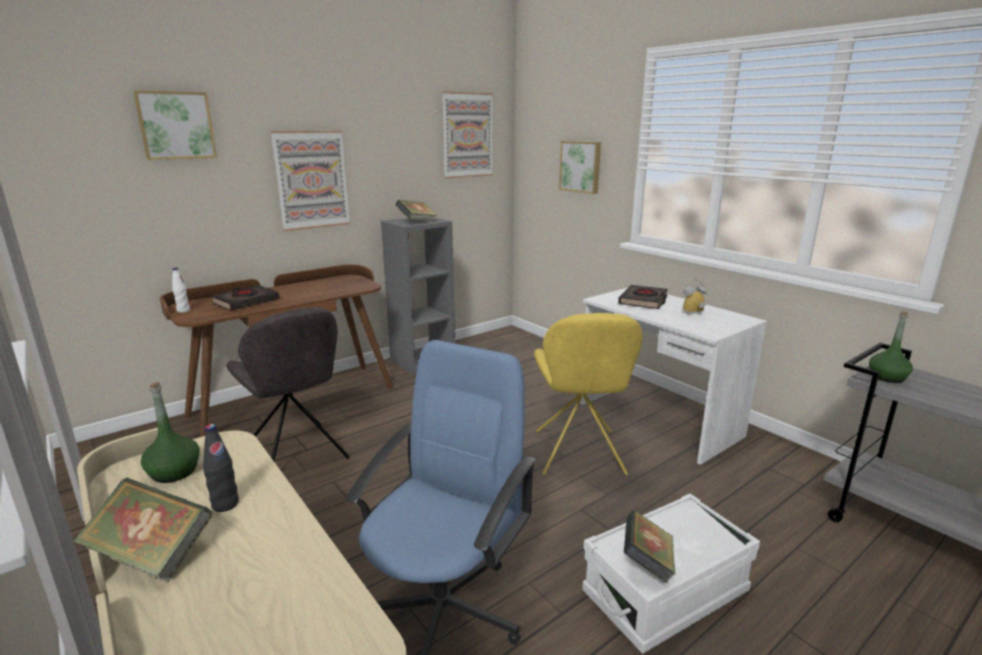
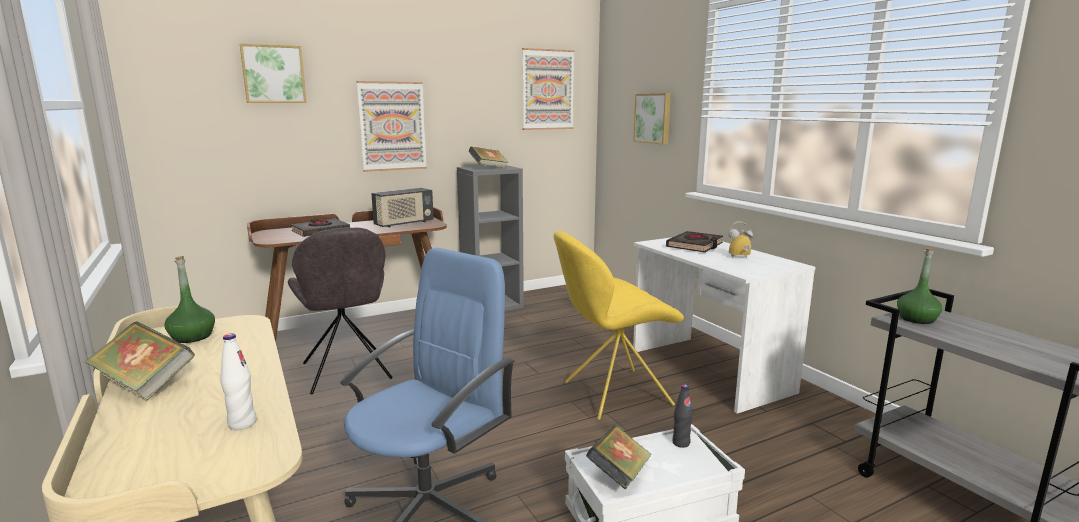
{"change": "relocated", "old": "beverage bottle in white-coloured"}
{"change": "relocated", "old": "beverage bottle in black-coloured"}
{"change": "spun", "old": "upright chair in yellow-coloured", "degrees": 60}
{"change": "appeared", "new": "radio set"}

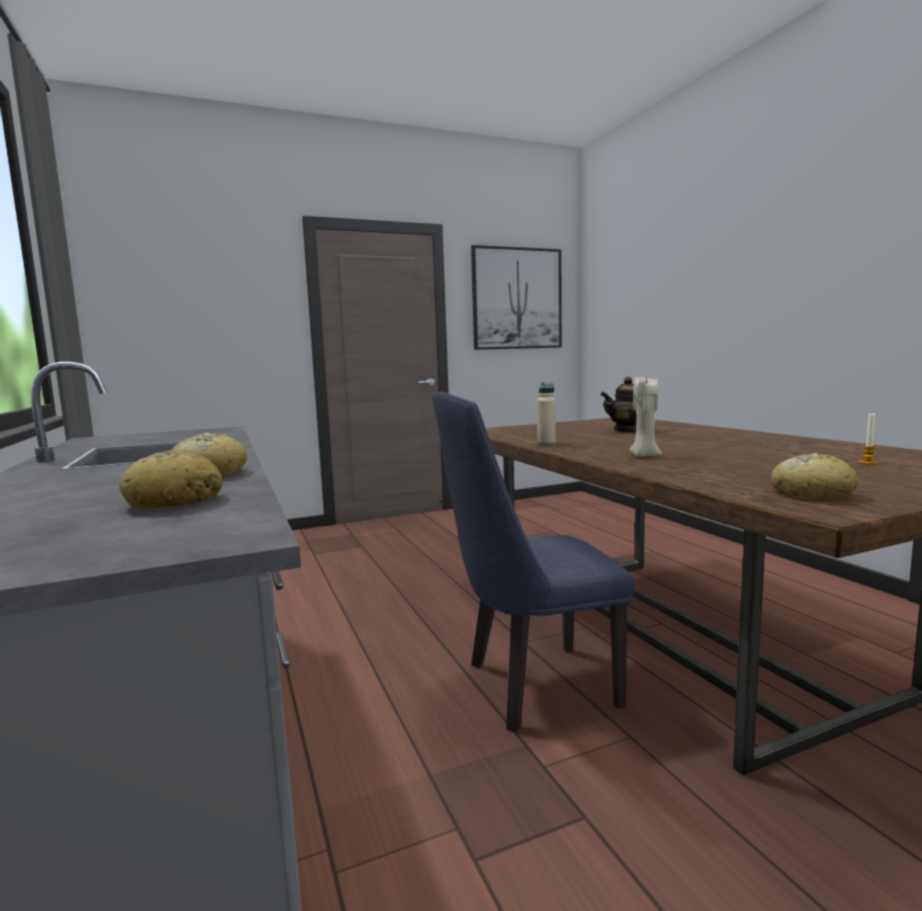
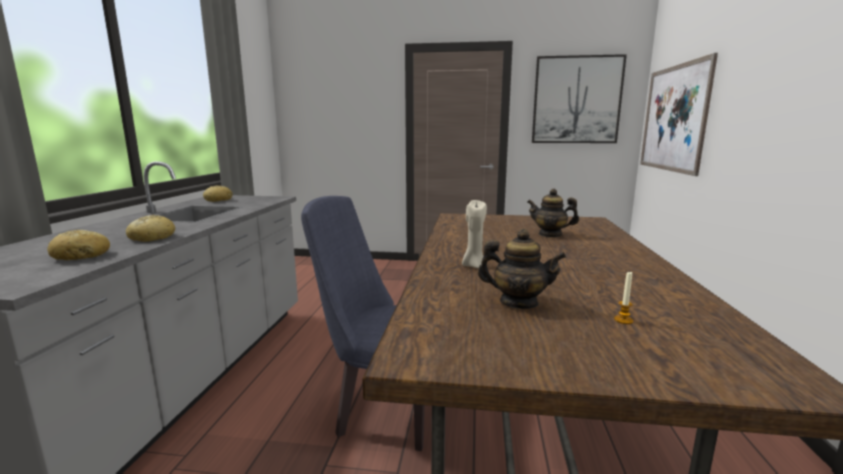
{"change": "missing", "old": "beverage bottle in beige-coloured"}
{"change": "relocated", "old": "baked bread (no. 3 from left)"}
{"change": "appeared", "new": "tea pot (no. 1 from left)"}
{"change": "appeared", "new": "wall art (no. 2 from left)"}

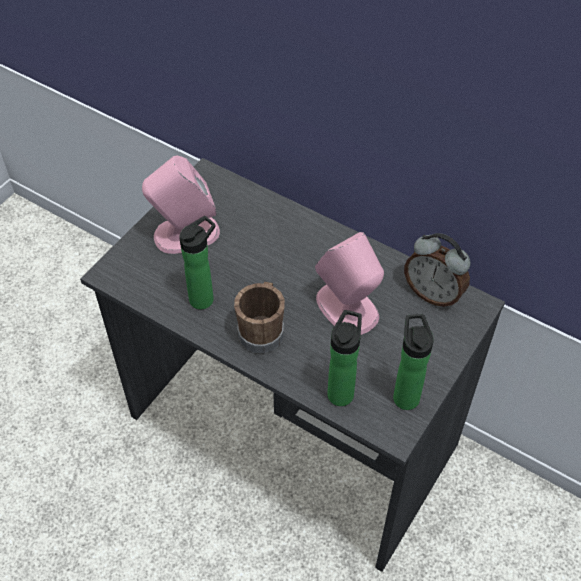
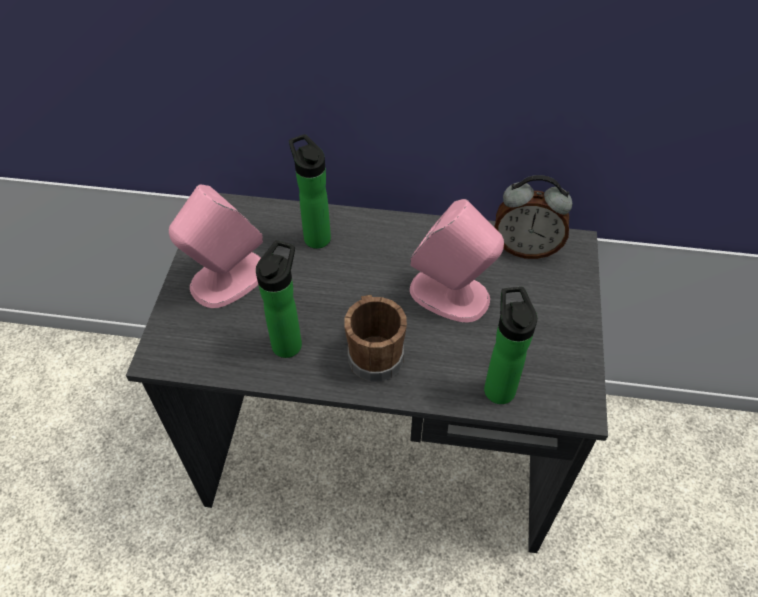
{"change": "relocated", "old": "beverage bottle (no. 3 from left in the first image)", "new": "beverage bottle (no. 2 from left)"}

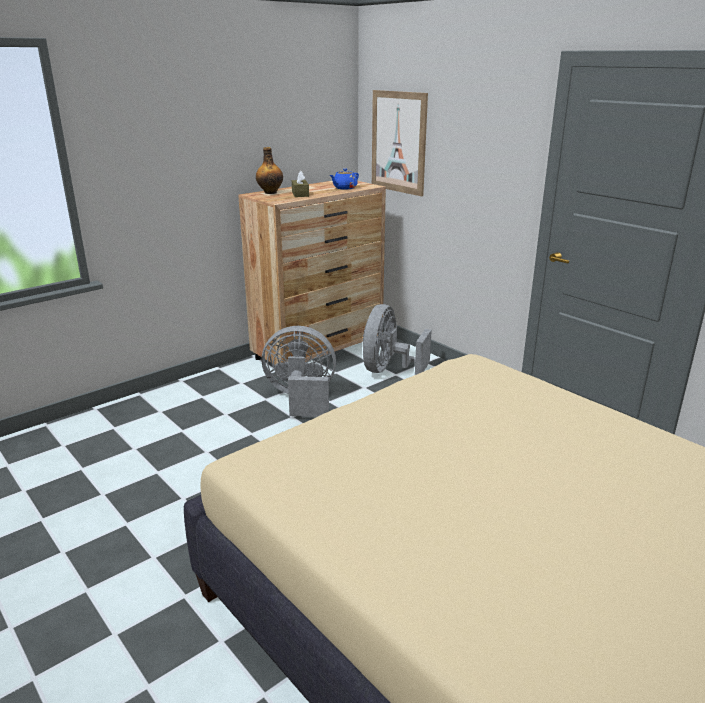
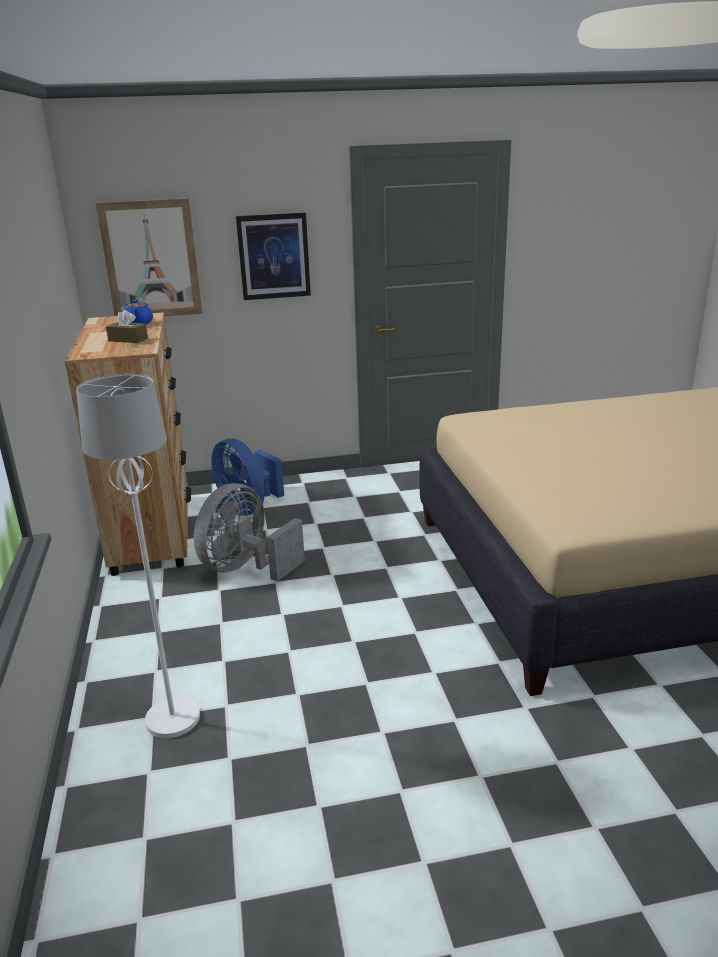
{"change": "missing", "old": "beverage bottle"}
{"change": "colour", "old": "fan in gray (no. 2 from left)", "new": "fan in blue-coloured"}
{"change": "appeared", "new": "standing lamp in white-coloured"}
{"change": "appeared", "new": "wall art (no. 2 from left)"}

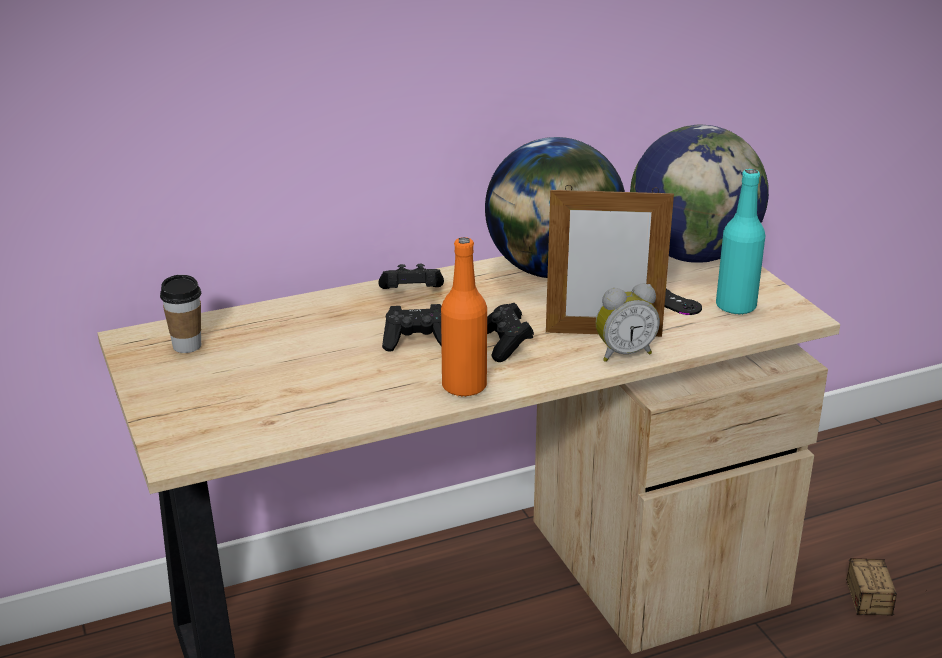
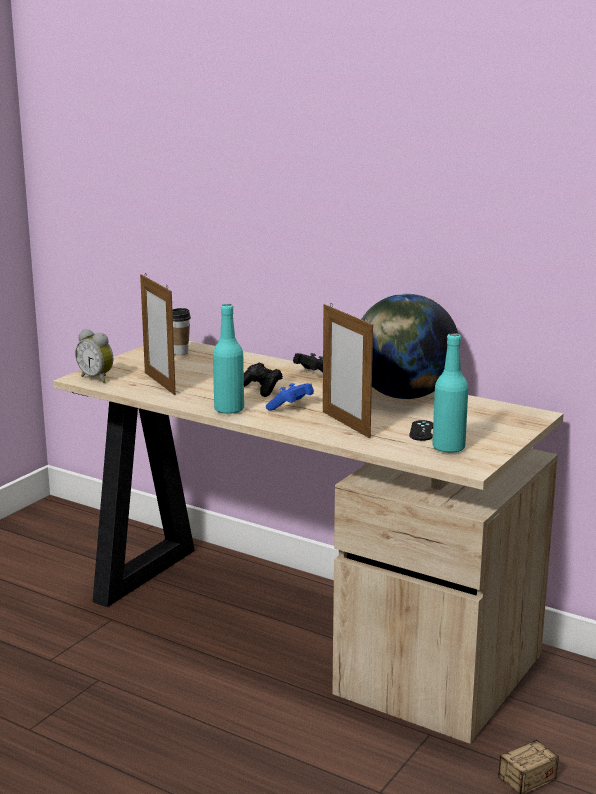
{"change": "colour", "old": "beverage bottle in orangey", "new": "beverage bottle in turquoise-coloured (no. 1 from left)"}
{"change": "colour", "old": "game controller in black-coloured (no. 3 from left)", "new": "game controller in blue-coloured"}
{"change": "relocated", "old": "alarm clock"}
{"change": "missing", "old": "globe (no. 2 from left)"}
{"change": "appeared", "new": "picture frame (no. 1 from left)"}

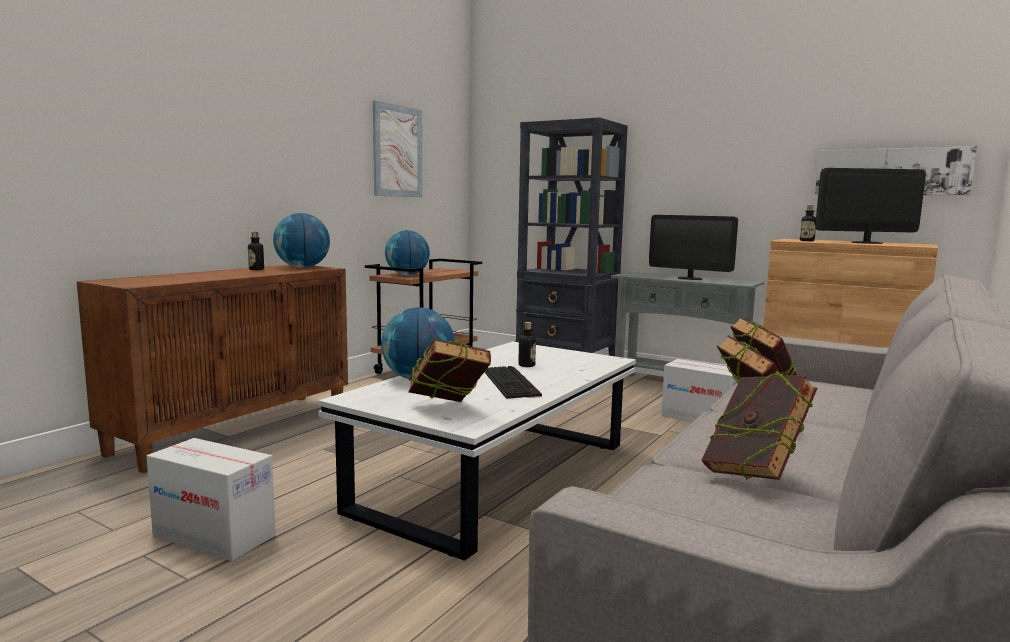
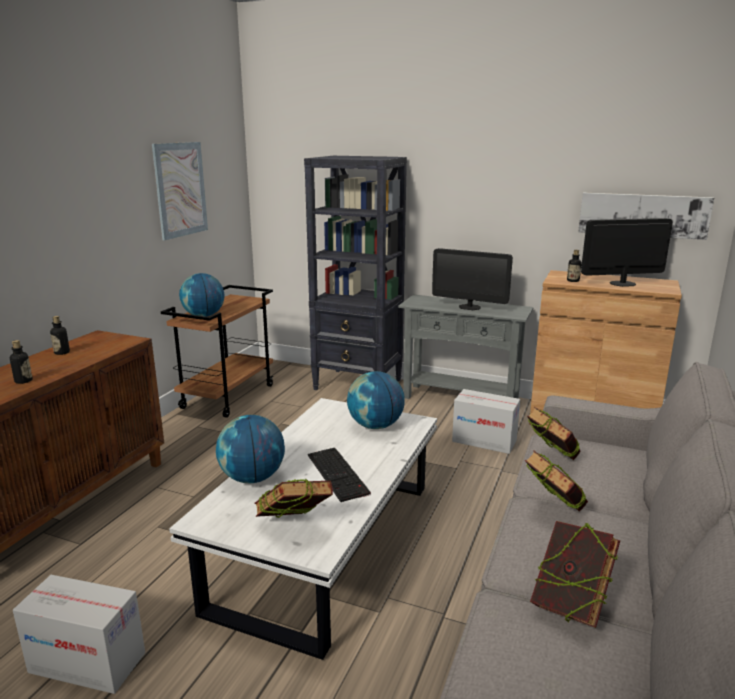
{"change": "relocated", "old": "globe (no. 1 from left in the first image)", "new": "globe (no. 3 from left)"}
{"change": "relocated", "old": "beverage bottle (no. 2 from left in the first image)", "new": "beverage bottle (no. 1 from left)"}

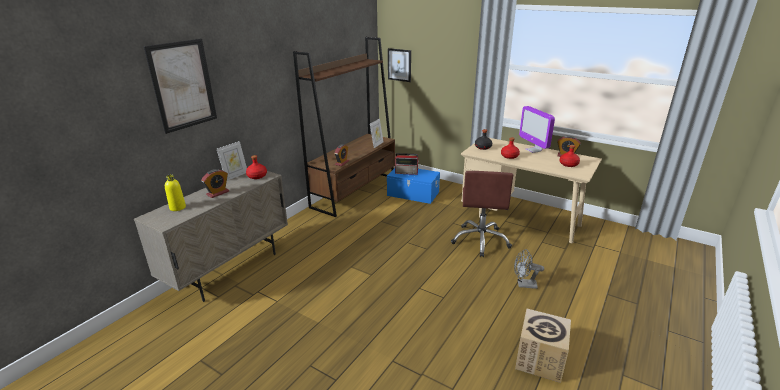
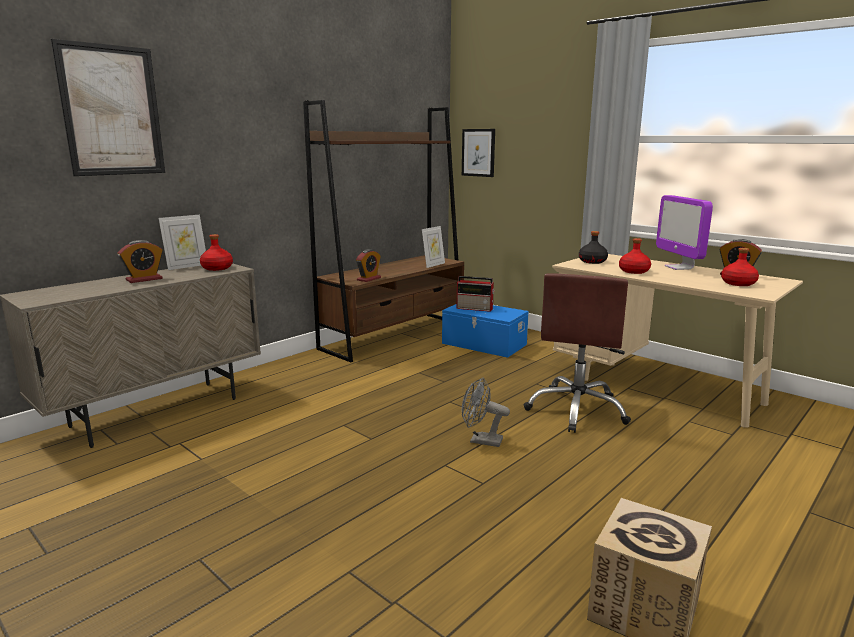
{"change": "missing", "old": "beverage bottle in yellow-coloured"}
{"change": "relocated", "old": "fan in gray"}

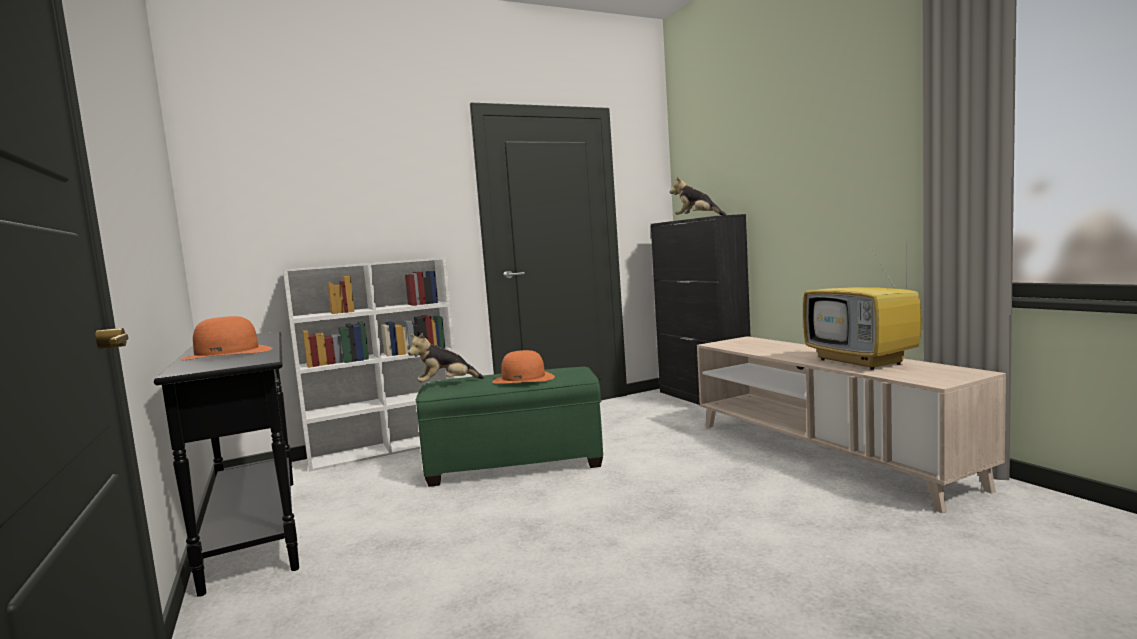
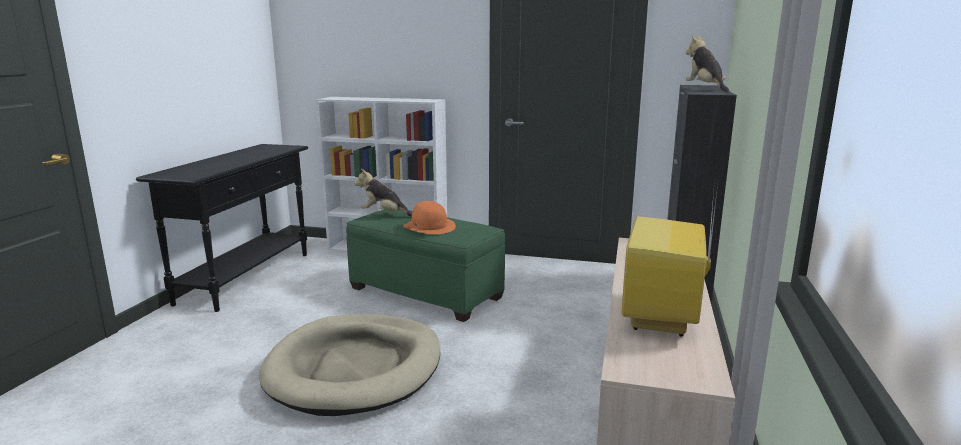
{"change": "missing", "old": "hat in orangey (no. 1 from left)"}
{"change": "appeared", "new": "pet bed in beige-coloured"}

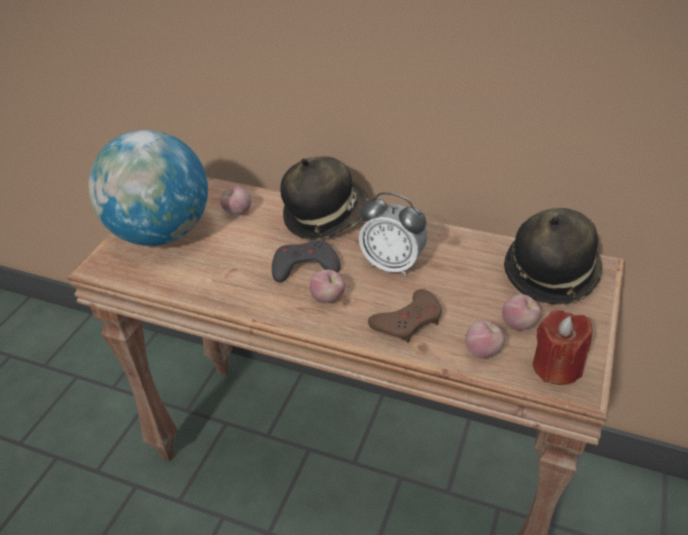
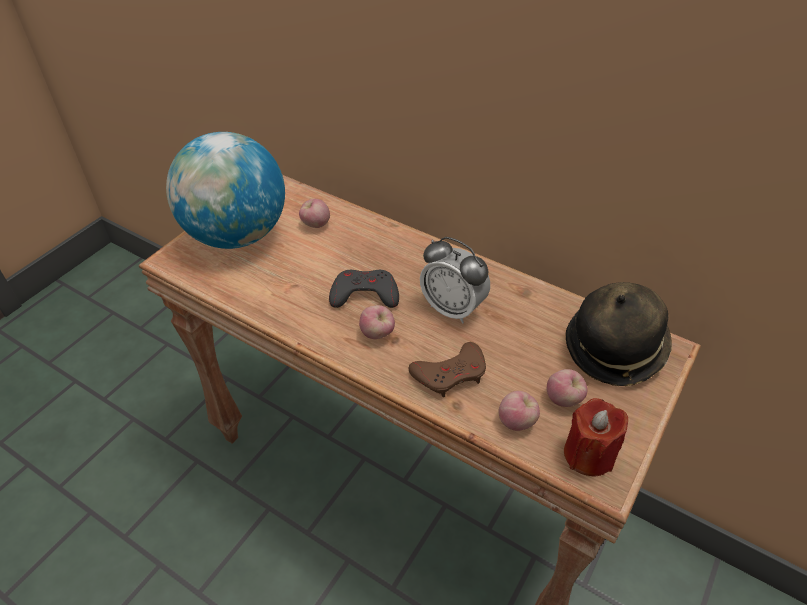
{"change": "missing", "old": "hat (no. 1 from left)"}

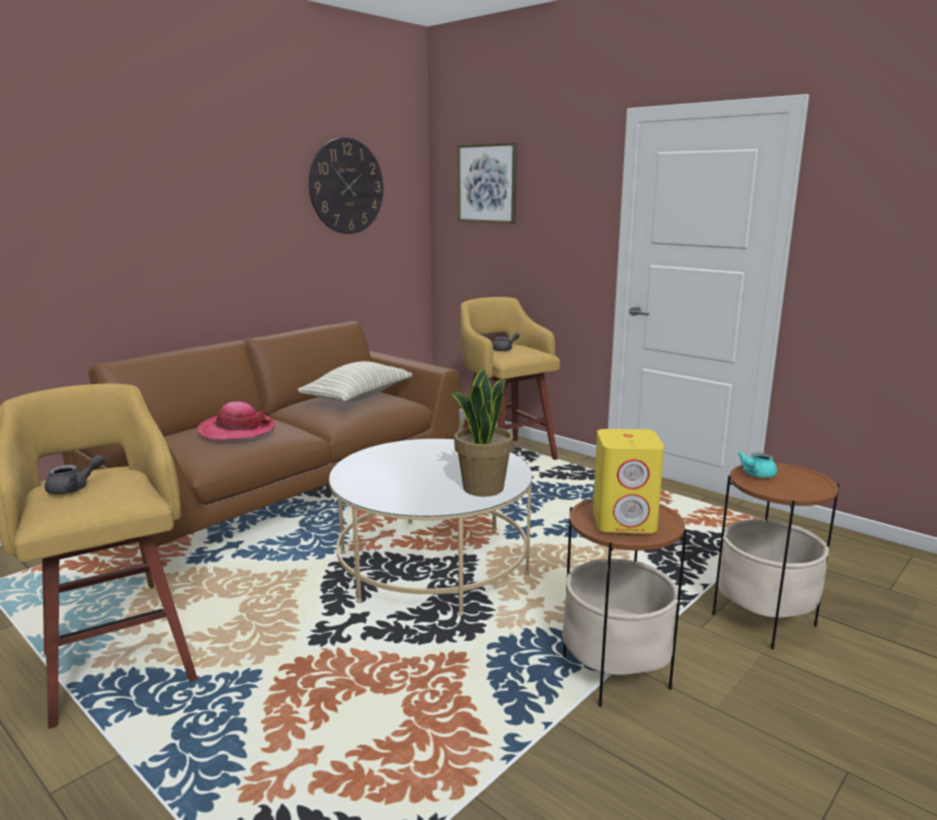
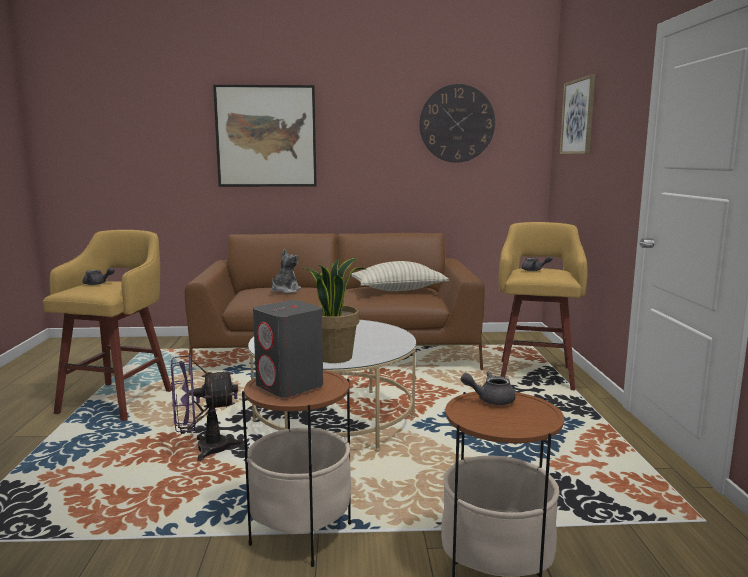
{"change": "exchanged", "old": "hat", "new": "soft toy"}
{"change": "colour", "old": "audio speaker in yellow-coloured", "new": "audio speaker in gray"}
{"change": "colour", "old": "tea pot in turquoise-coloured", "new": "tea pot in gray (no. 2 from left)"}
{"change": "appeared", "new": "fan in purplish"}
{"change": "appeared", "new": "wall art (no. 1 from left)"}

